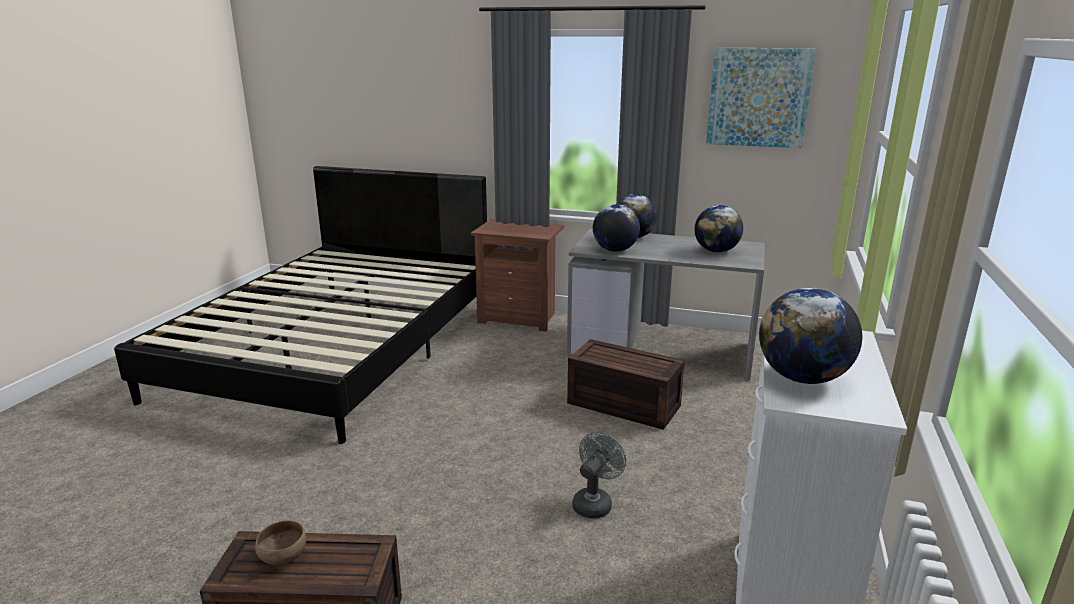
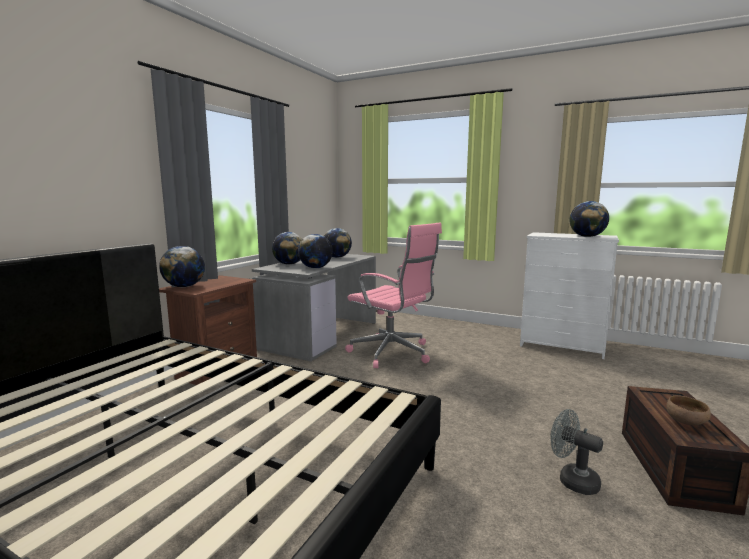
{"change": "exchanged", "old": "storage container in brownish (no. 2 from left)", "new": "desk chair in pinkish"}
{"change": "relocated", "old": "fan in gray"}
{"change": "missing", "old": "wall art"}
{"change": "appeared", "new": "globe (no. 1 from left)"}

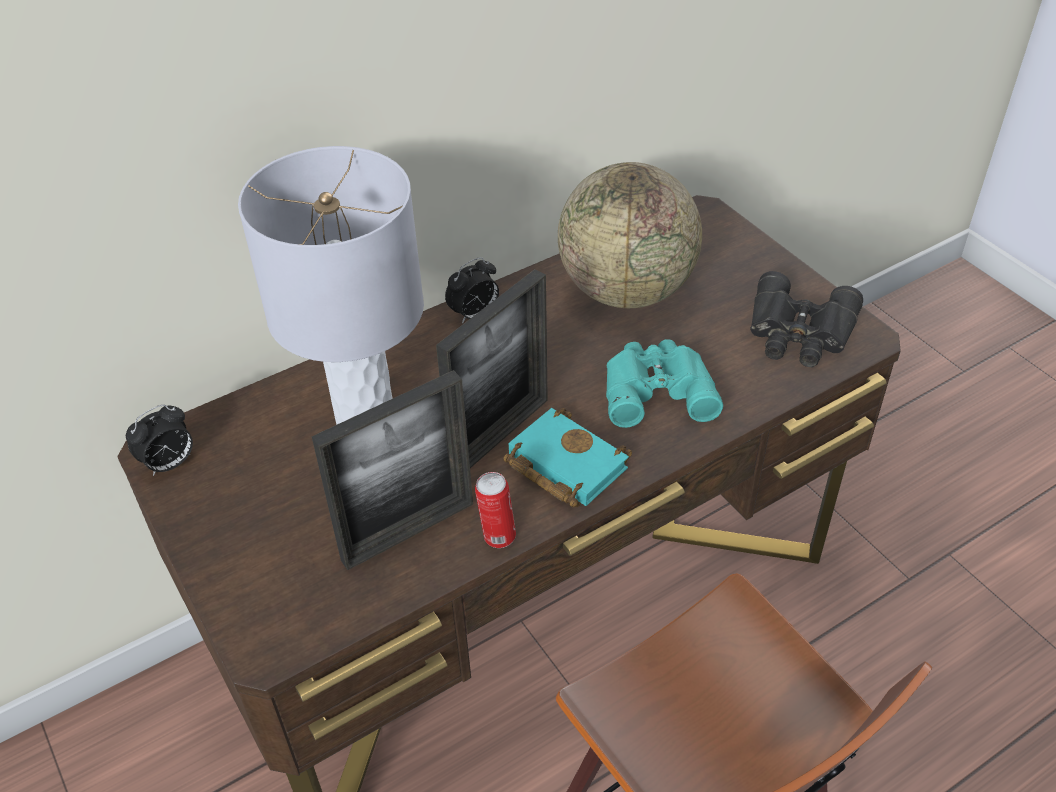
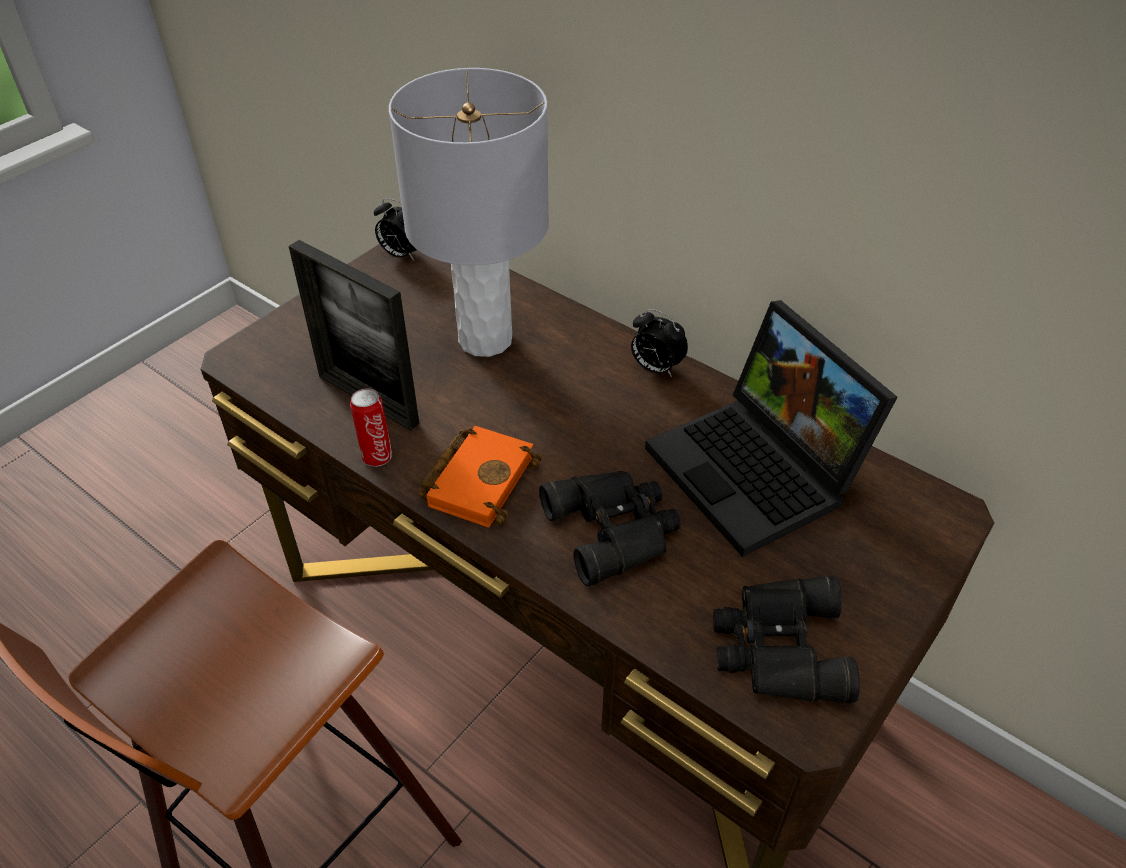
{"change": "missing", "old": "picture frame (no. 2 from left)"}
{"change": "colour", "old": "bound book in turquoise-coloured", "new": "bound book in orangey"}
{"change": "exchanged", "old": "globe", "new": "portable computer"}
{"change": "colour", "old": "pair of binoculars in turquoise-coloured", "new": "pair of binoculars in black-coloured (no. 1 from left)"}

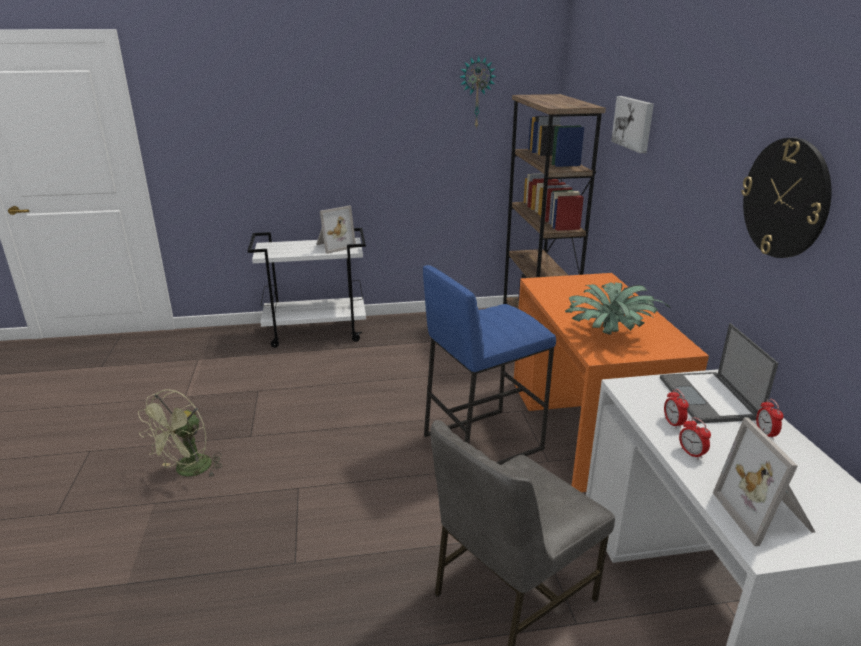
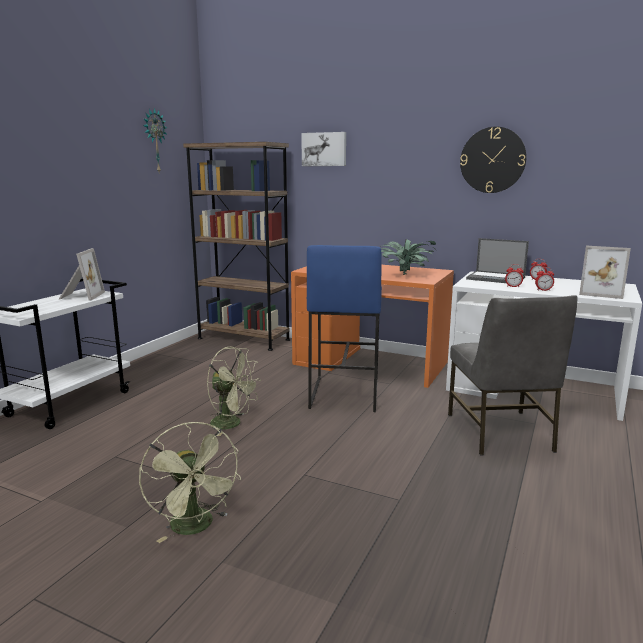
{"change": "appeared", "new": "fan in greenish (no. 2 from left)"}

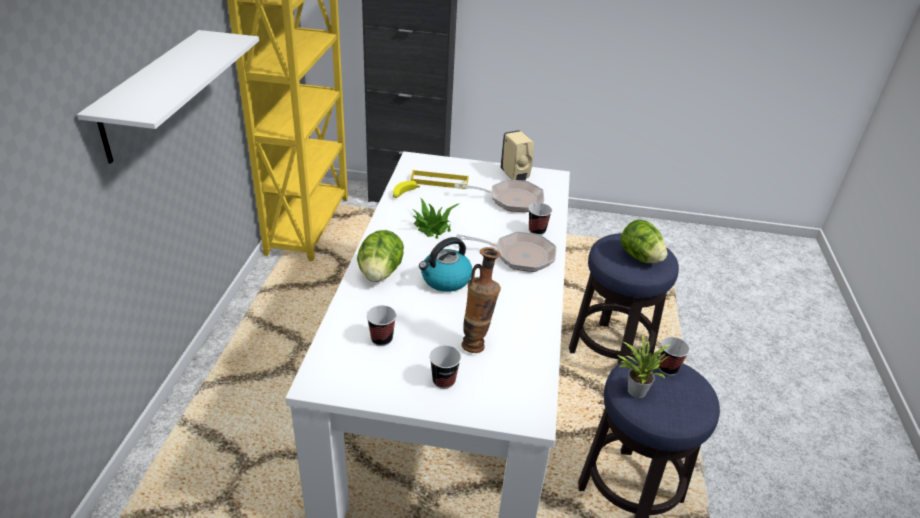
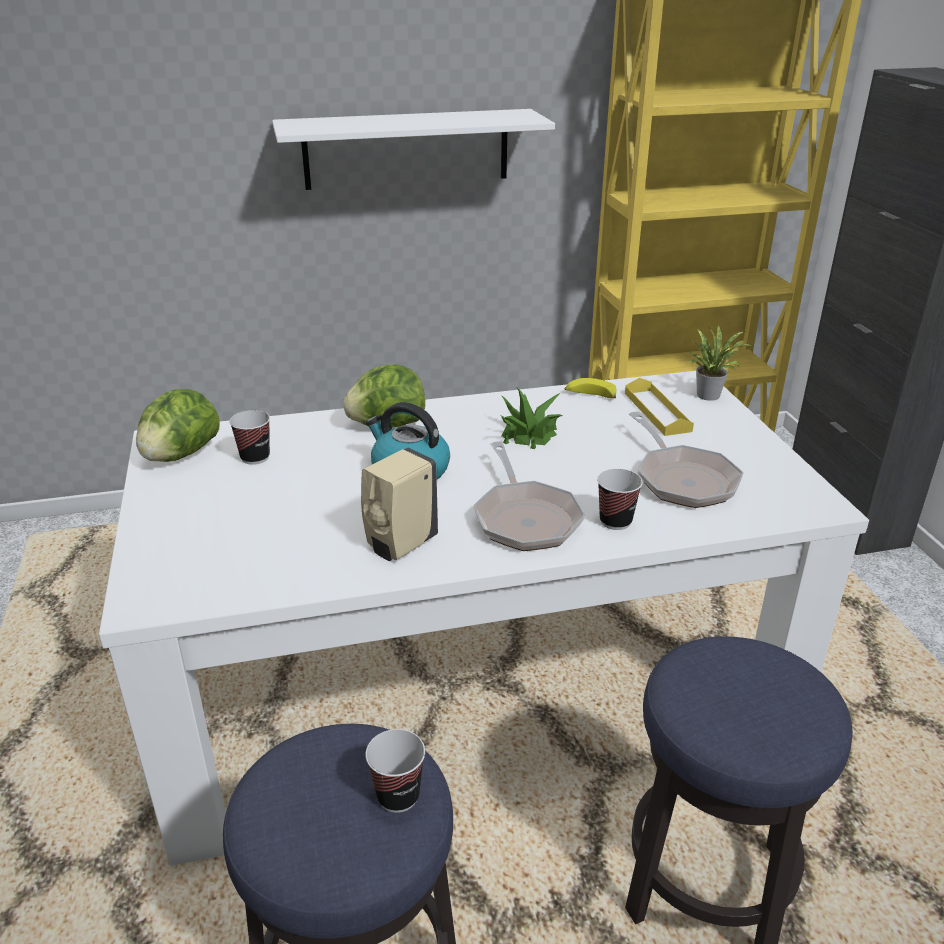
{"change": "missing", "old": "cup (no. 2 from left)"}
{"change": "missing", "old": "flower vase"}
{"change": "relocated", "old": "soap bottle in beige-coloured"}
{"change": "relocated", "old": "houseplant (no. 2 from left)"}
{"change": "relocated", "old": "lettuce head (no. 2 from left in the first image)", "new": "lettuce head (no. 1 from left)"}

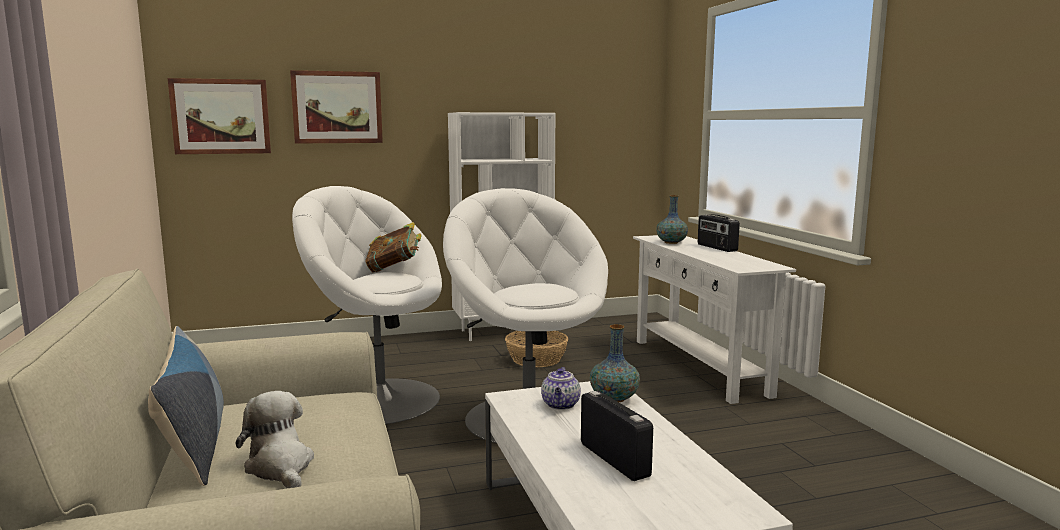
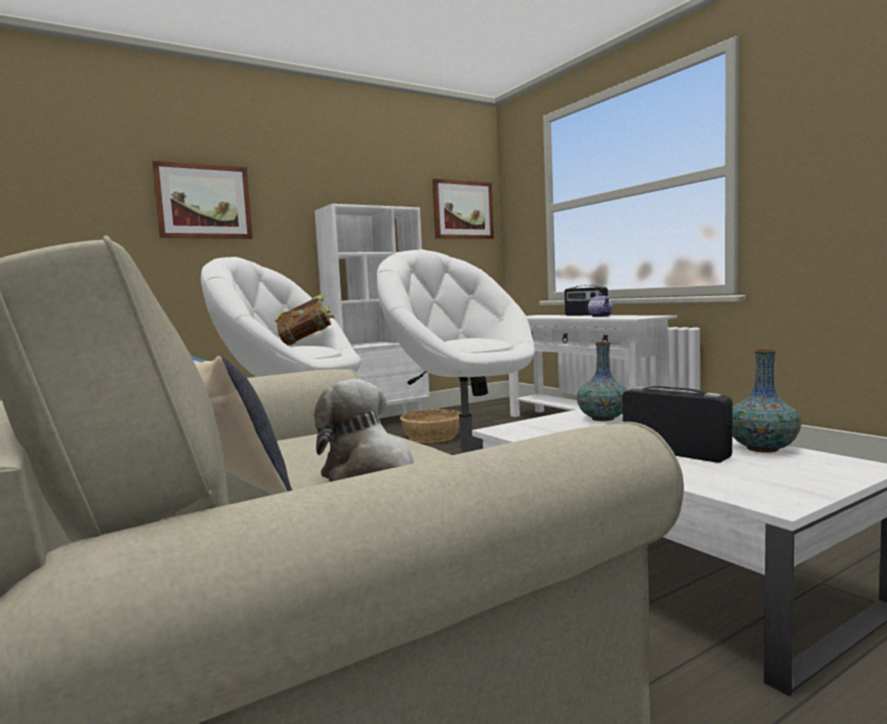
{"change": "relocated", "old": "wall art (no. 1 from left in the first image)", "new": "wall art (no. 2 from left)"}
{"change": "relocated", "old": "tea pot"}
{"change": "relocated", "old": "flower vase (no. 2 from left)"}

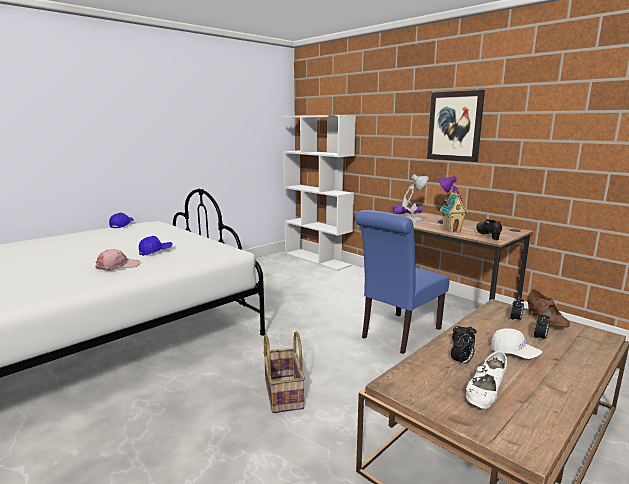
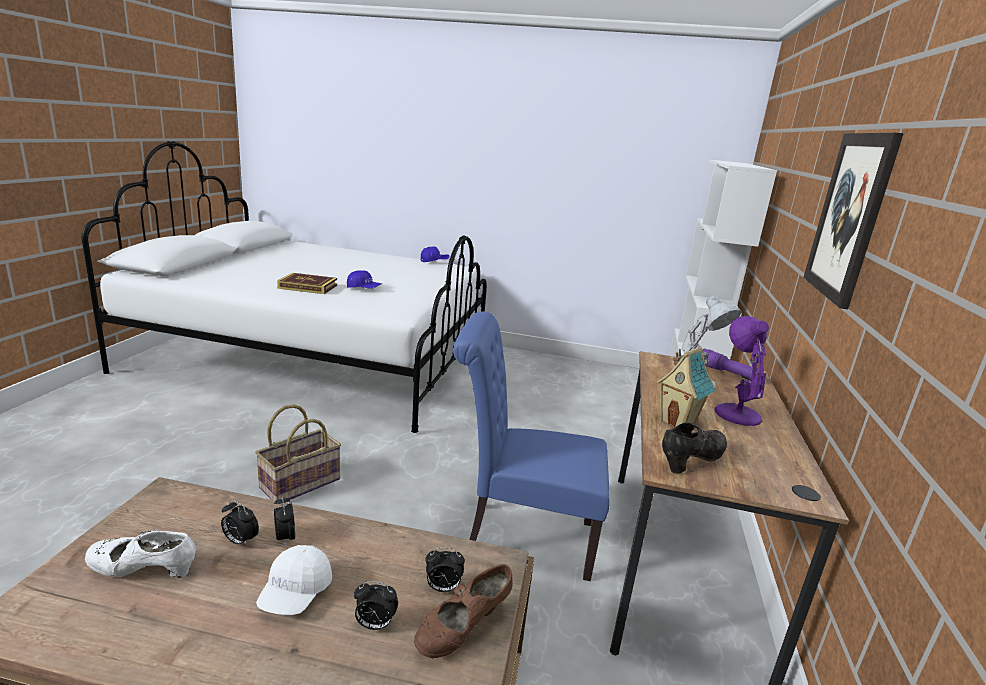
{"change": "exchanged", "old": "cap in pinkish", "new": "bound book"}

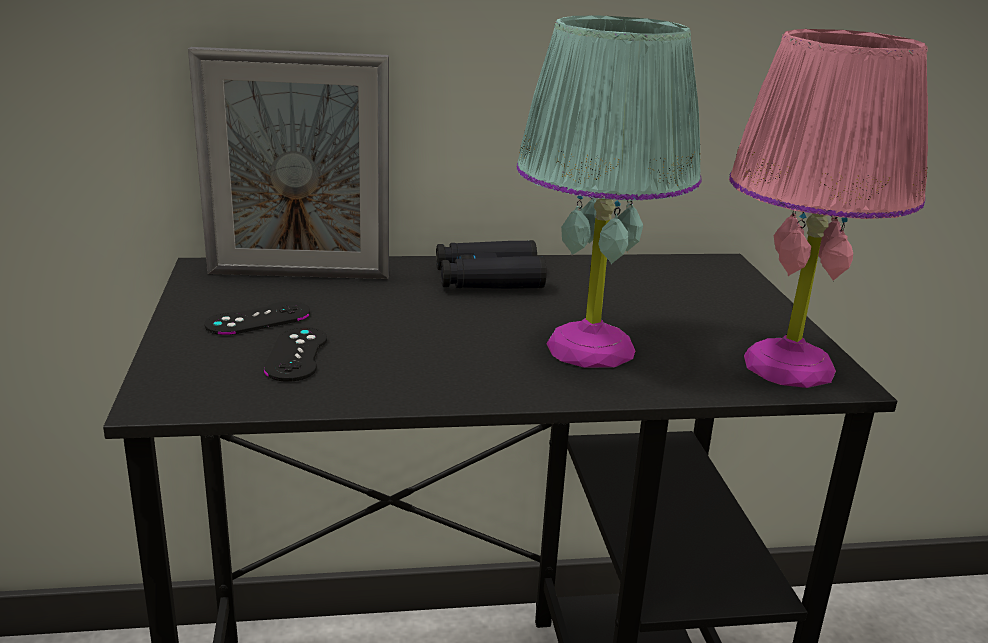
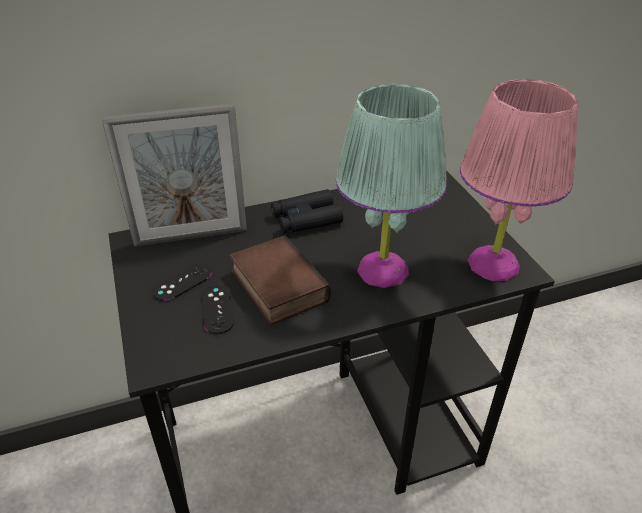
{"change": "appeared", "new": "bound book"}

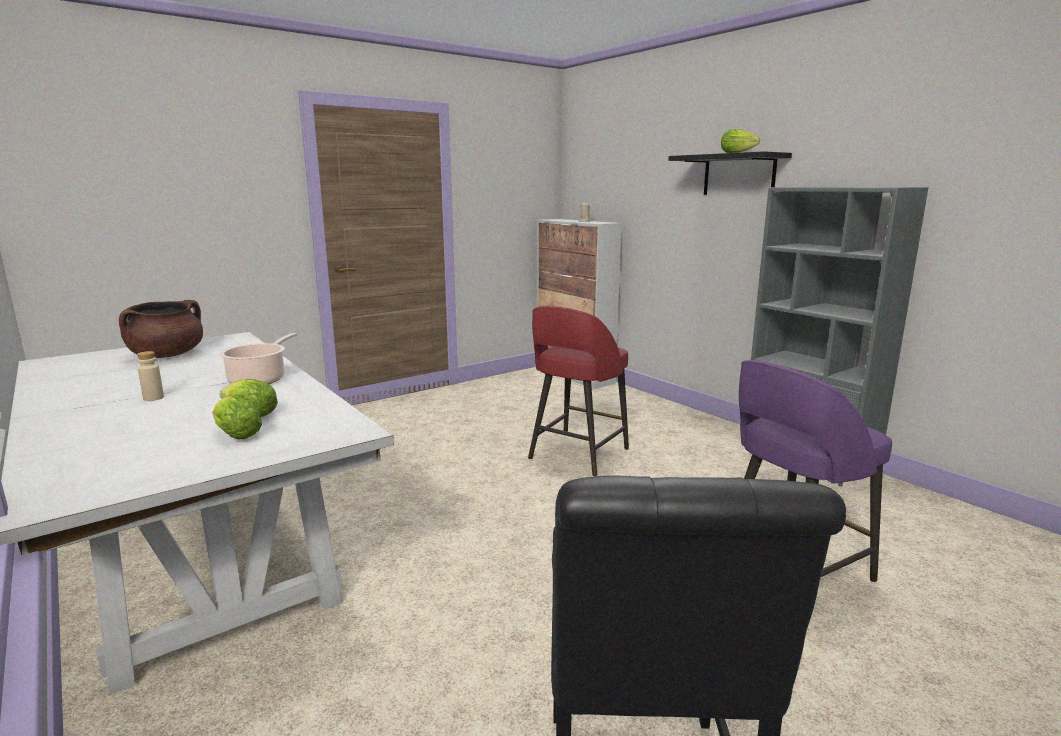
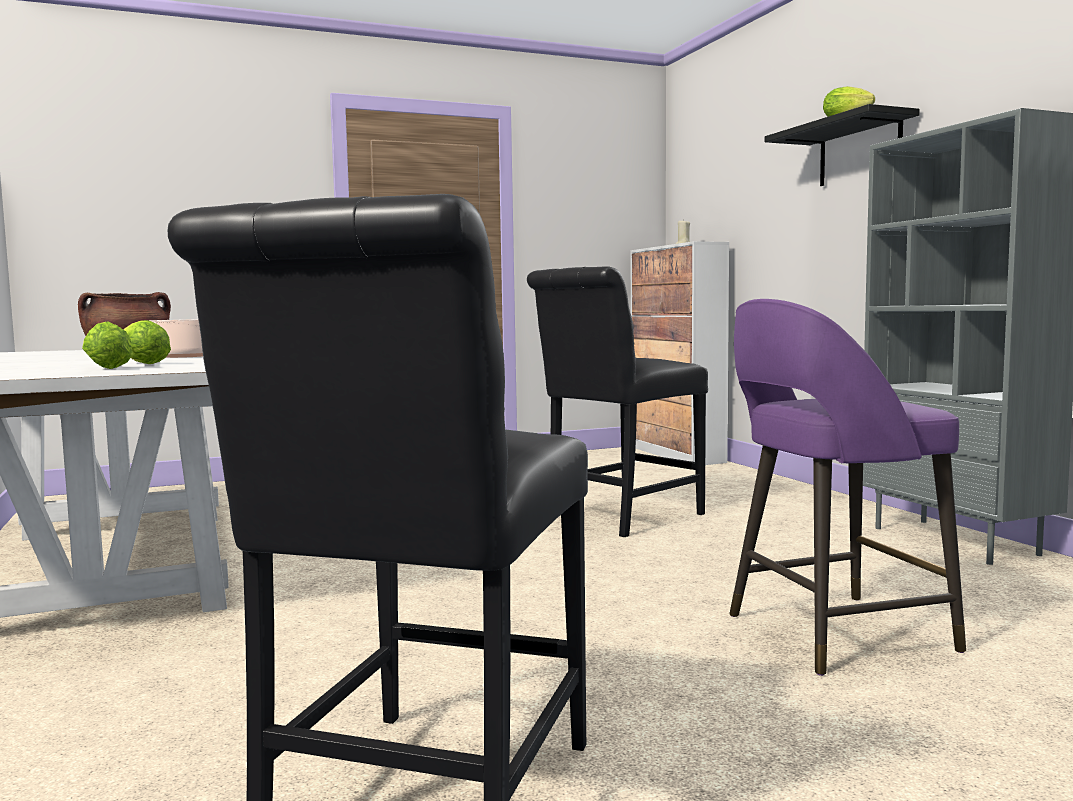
{"change": "missing", "old": "beverage bottle in beige-coloured"}
{"change": "exchanged", "old": "sitting stool in red-coloured", "new": "upright chair in black-coloured (no. 2 from left)"}

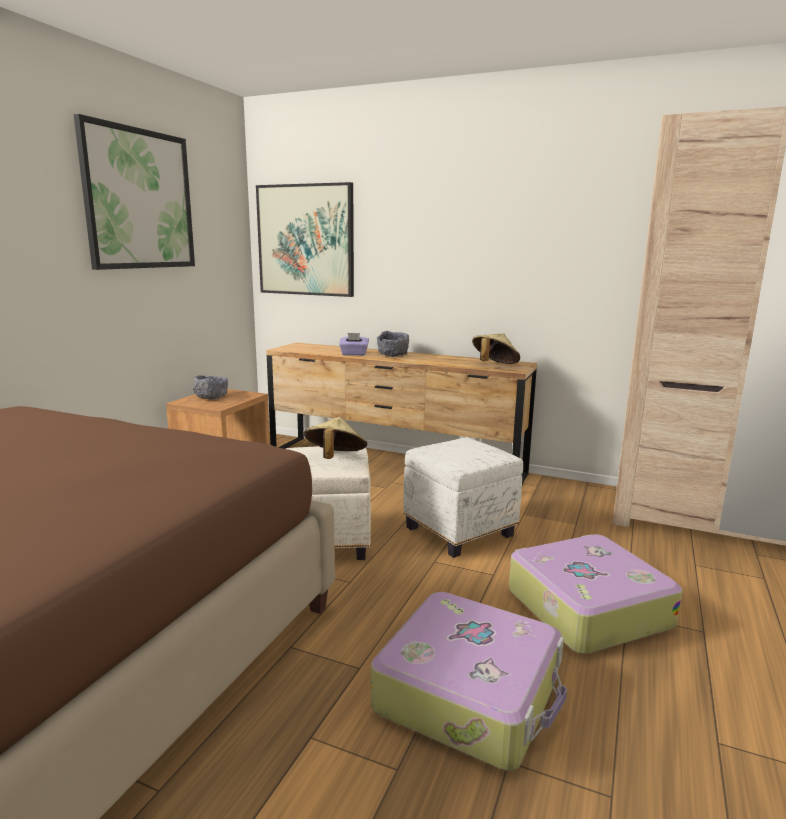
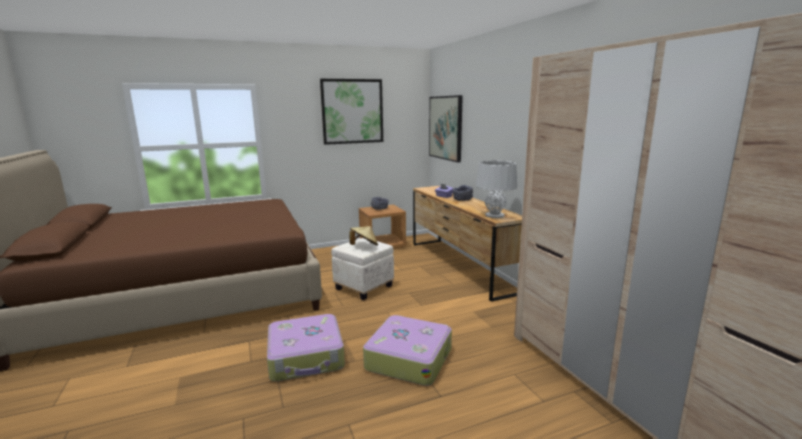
{"change": "missing", "old": "ottoman in white-coloured (no. 2 from left)"}
{"change": "exchanged", "old": "hat in beige-coloured (no. 2 from left)", "new": "tabletop lamp in gray"}

